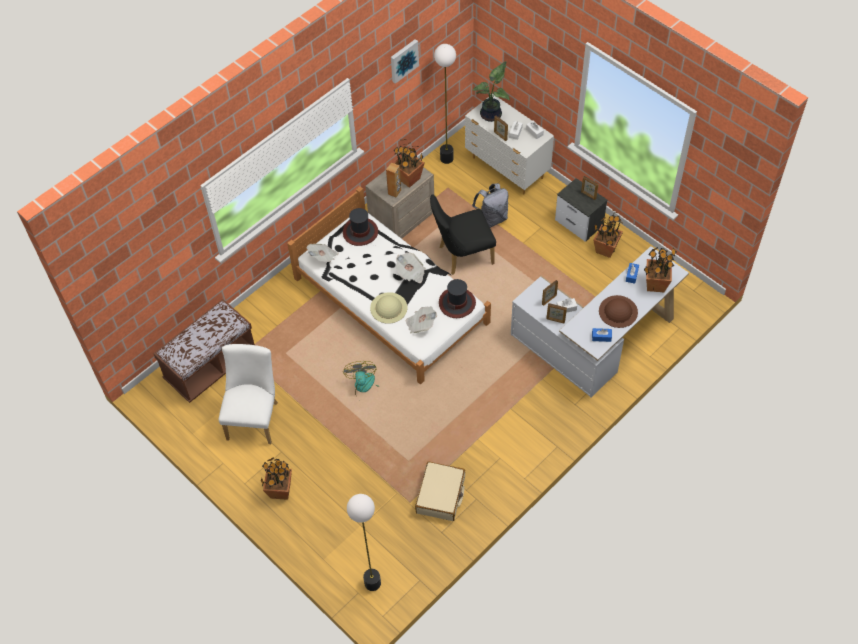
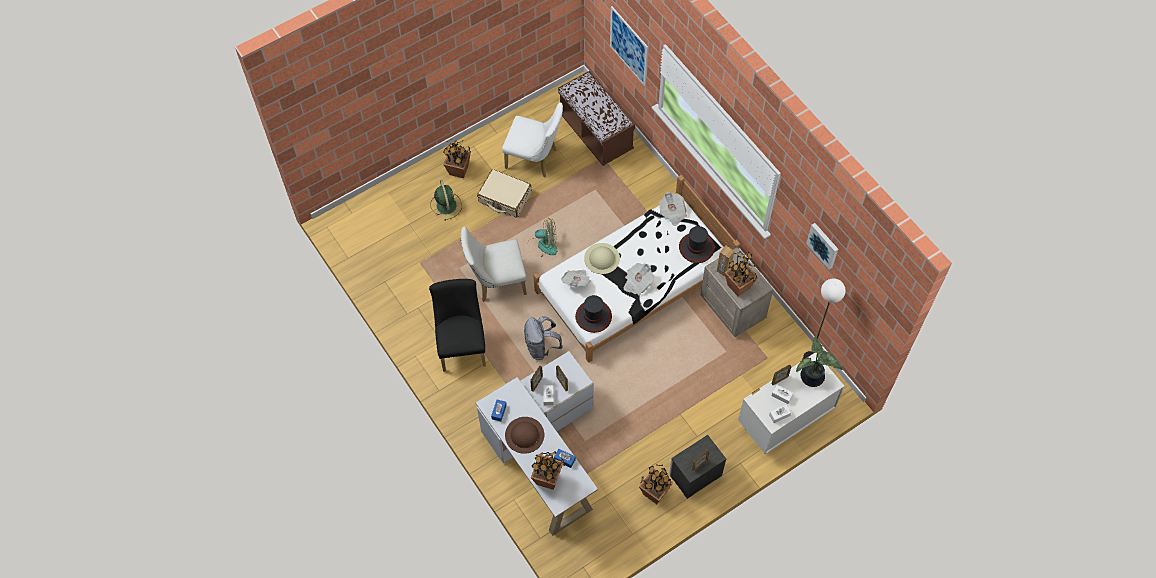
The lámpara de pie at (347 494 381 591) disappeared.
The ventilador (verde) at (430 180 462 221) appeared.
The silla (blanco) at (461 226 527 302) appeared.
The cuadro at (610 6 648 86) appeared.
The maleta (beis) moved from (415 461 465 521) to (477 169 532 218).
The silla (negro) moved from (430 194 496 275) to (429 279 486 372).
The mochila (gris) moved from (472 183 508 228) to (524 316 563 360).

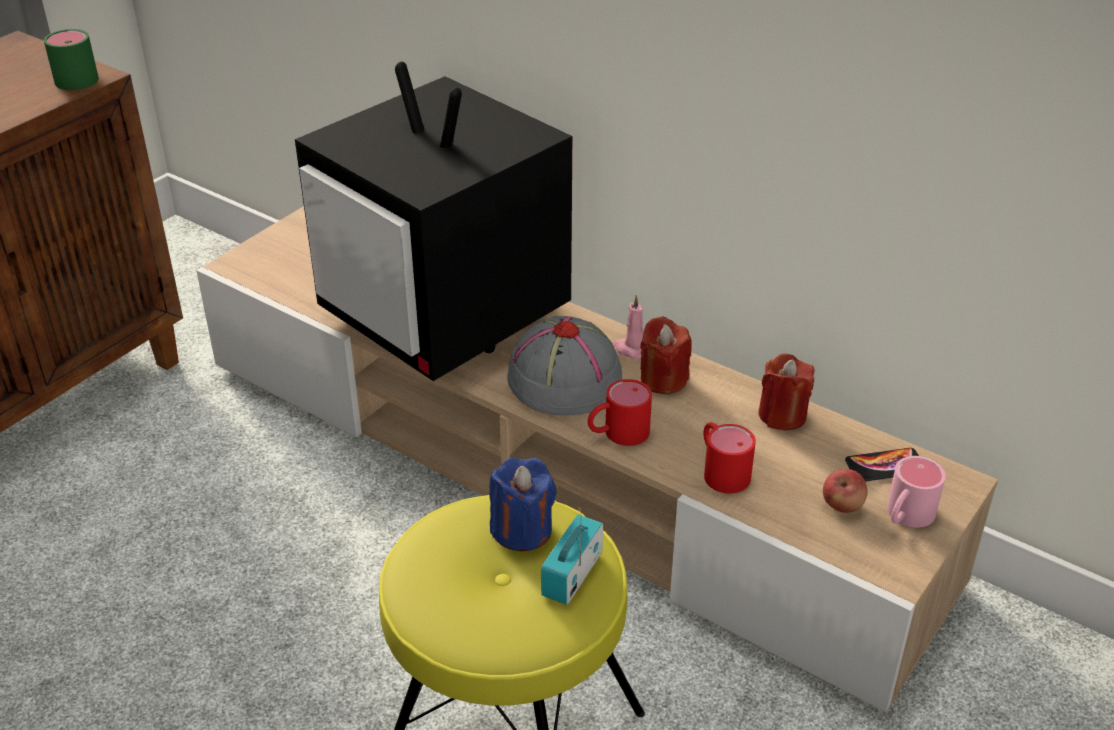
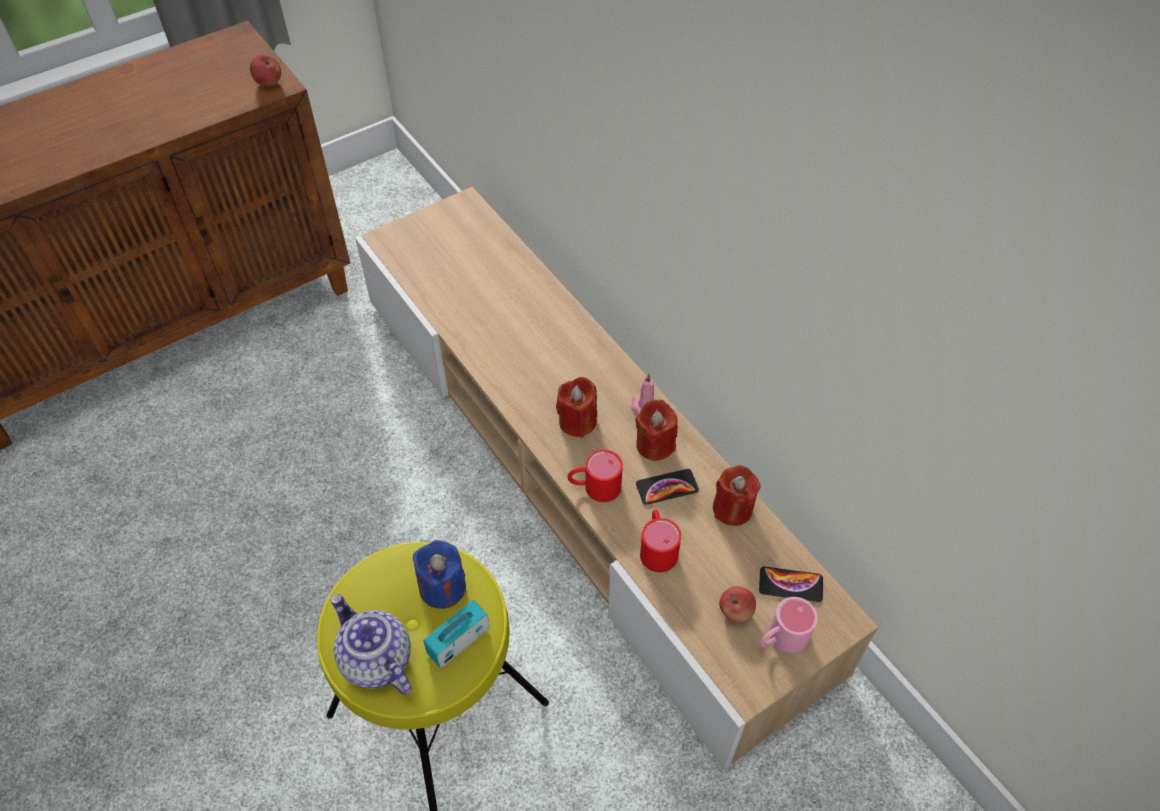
The televisor at (295 62 572 381) disappeared.
The tetera at (330 593 412 695) appeared.
The móvil at (636 469 699 505) appeared.
The taza grande (verde) at (44 29 99 90) was replaced by the manzana at (250 55 281 86).
The sombrero (gris) at (507 316 622 416) was replaced by the vela (rojo) at (556 377 597 438).

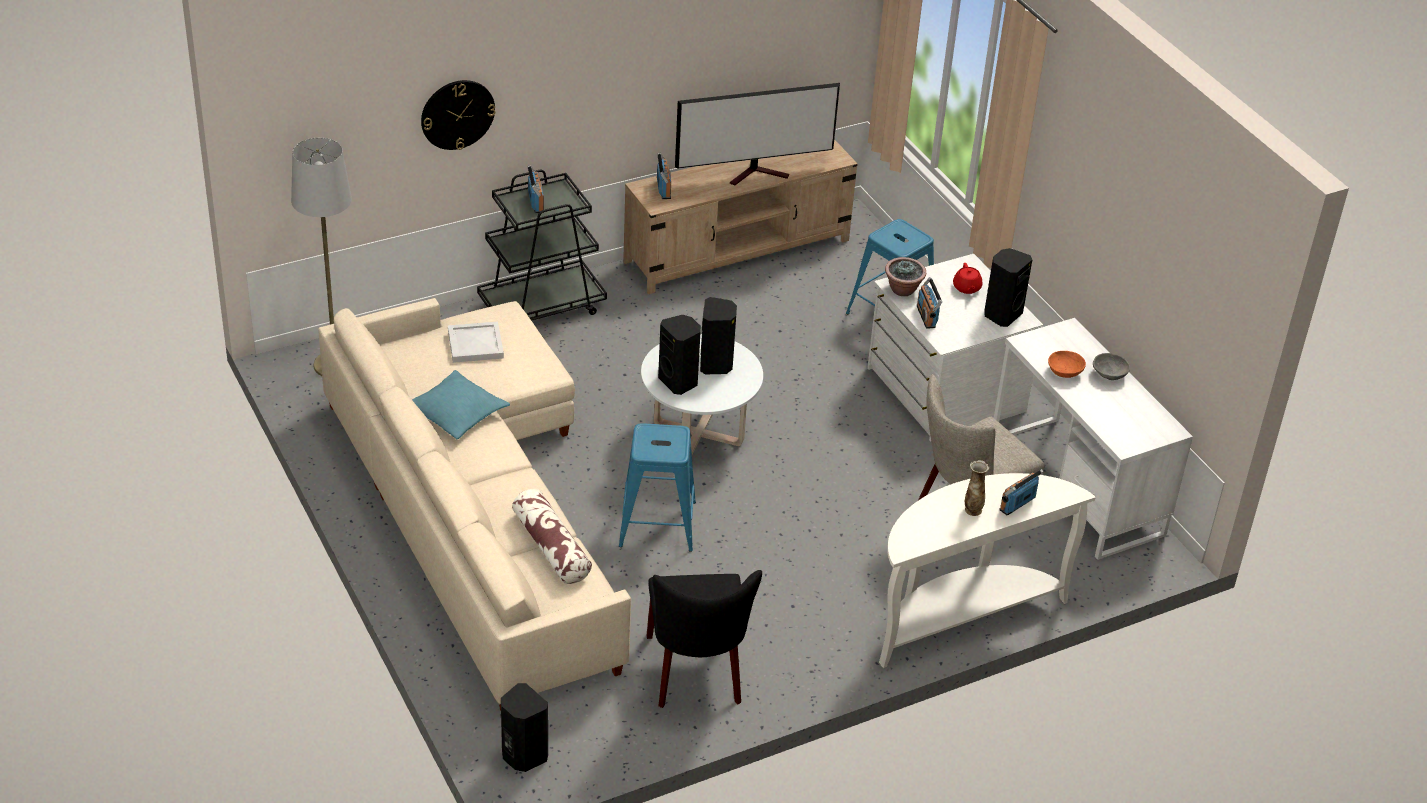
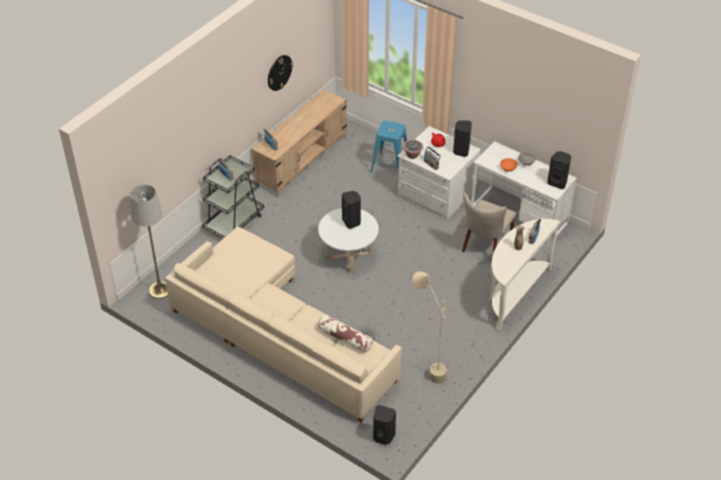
The cojín (turquesa) at (412 370 510 439) disappeared.
The bandeja (blanco) at (448 322 504 363) disappeared.
The taburete (azul) at (619 423 696 552) disappeared.
The televisor at (675 83 840 185) disappeared.
The reloj de pared moved from (421 80 495 150) to (268 55 293 91).
The altavoz (negro) moved from (658 315 701 395) to (547 151 571 189).
The silla (negro) at (647 570 762 708) was replaced by the lámpara de pie (beis) at (413 271 447 384).

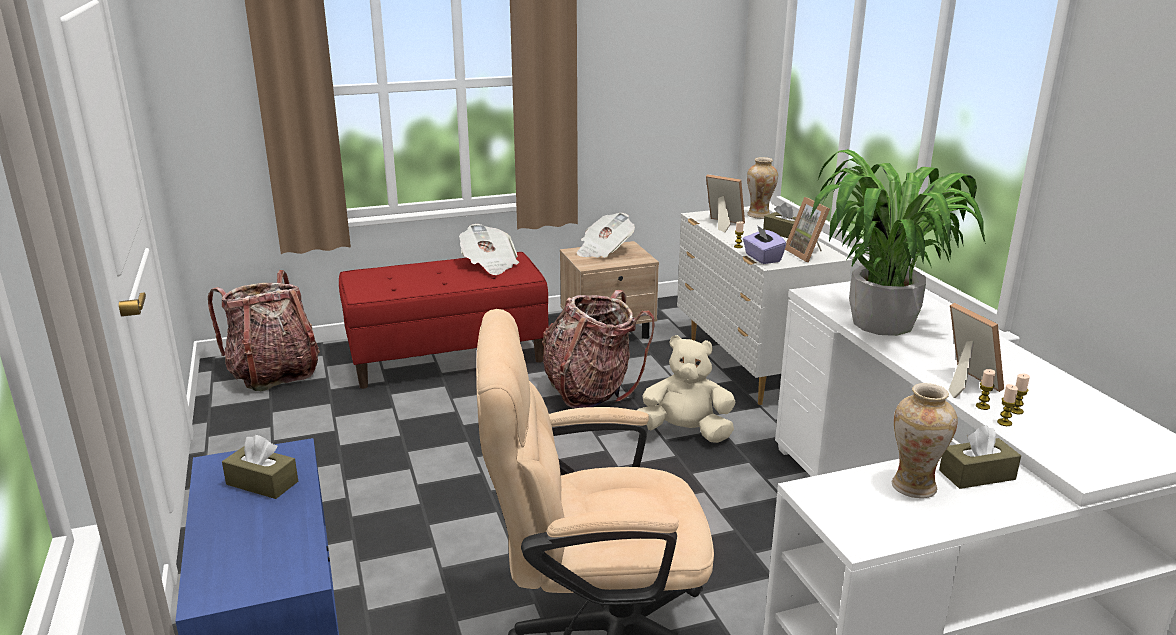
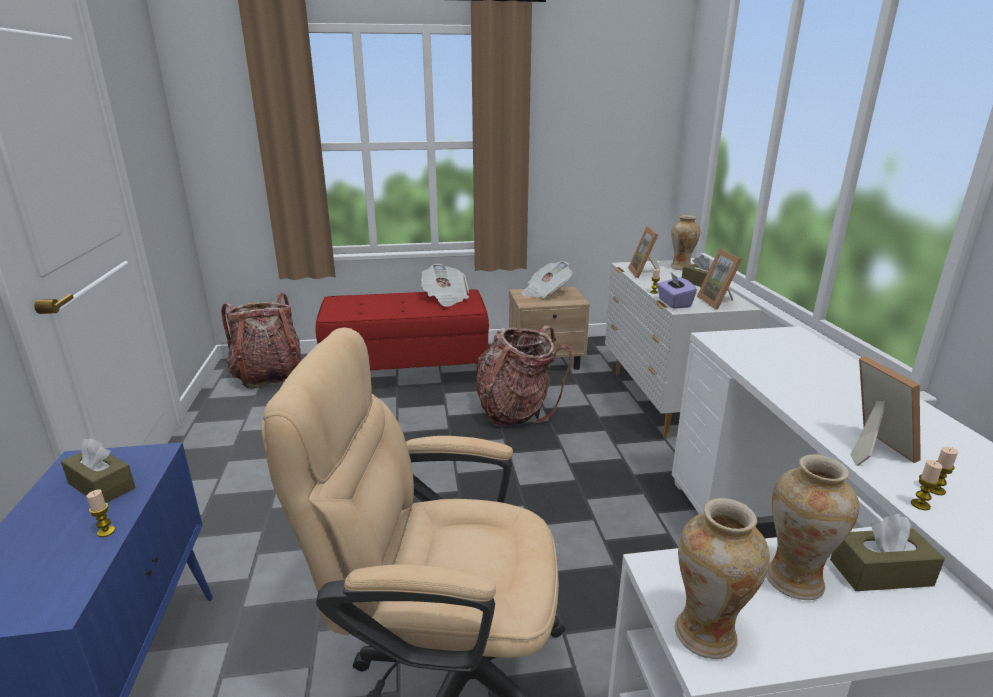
The peluche (beis) at (637 335 735 443) disappeared.
The planta en maceta at (810 149 986 336) disappeared.
The florero at (675 498 770 659) appeared.
The vela moved from (976 369 996 410) to (86 489 116 537).
The portarretratos at (706 174 745 232) turned 135 degrees counterclockwise.

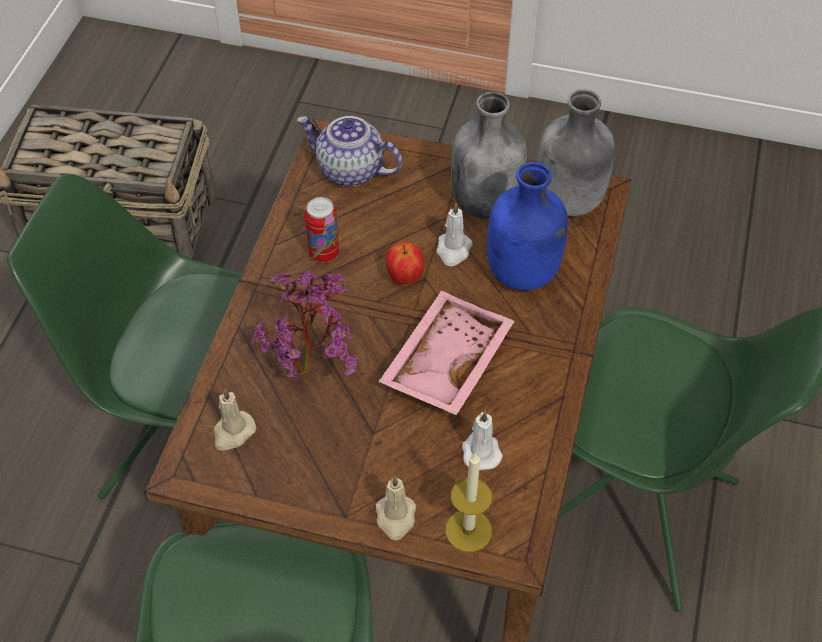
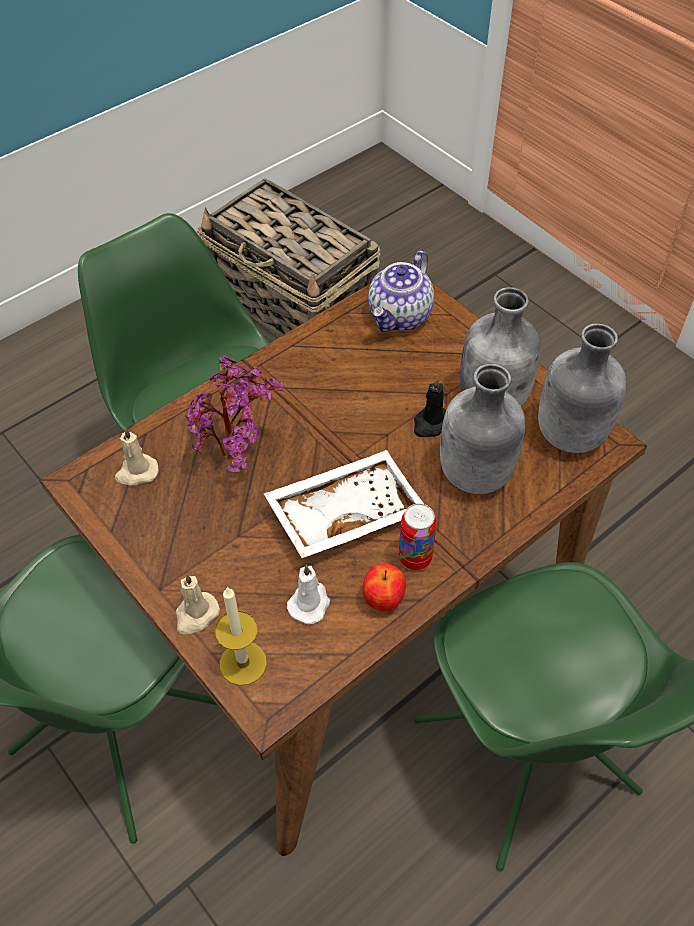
The lata moved from (305 197 339 263) to (398 503 437 571).
The manzana moved from (386 242 424 284) to (362 564 406 611).
The bandeja (rosa) at (378 290 515 415) became the bandeja (blanco) at (264 450 424 558).
The vela (blanco) at (437 203 473 266) became the vela (negro) at (414 377 446 437).
The botella (azul) at (487 162 568 290) became the botella (gris) at (440 364 525 494).
The tetera at (297 116 402 187) turned 120 degrees counterclockwise.

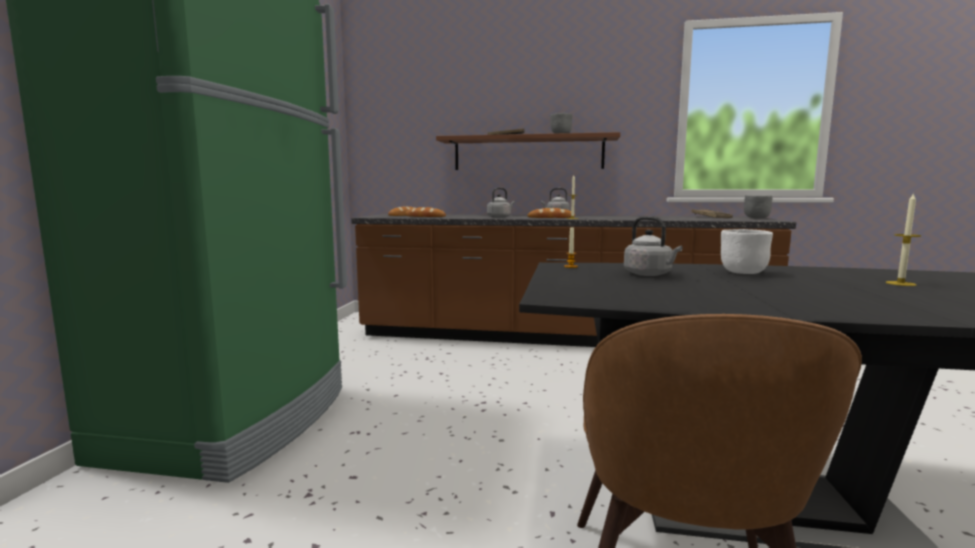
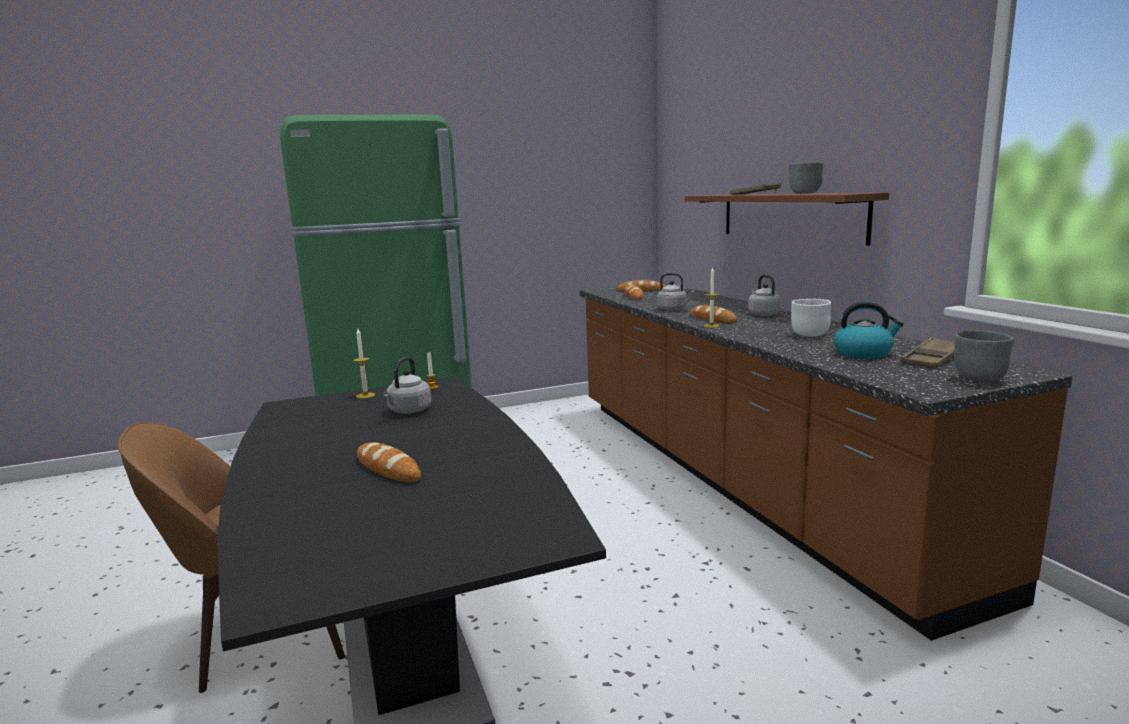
The pan at (357 442 421 482) appeared.
The hervidor at (834 302 904 359) appeared.
The cuenco (blanco) moved from (721 229 773 274) to (791 299 831 337).
The vela moved from (885 192 921 286) to (353 329 375 399).

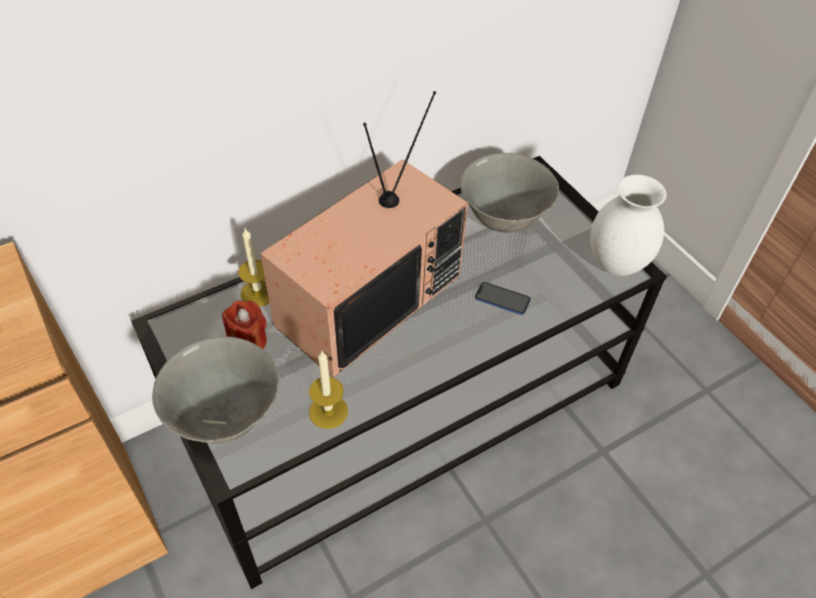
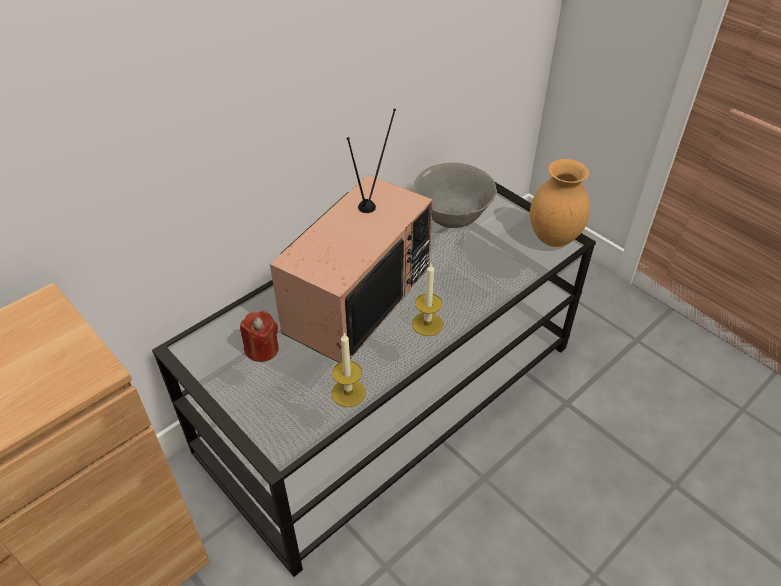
The cuenco (gris) at (152 336 280 444) disappeared.
The móvil at (475 282 531 315) disappeared.
The vela moved from (238 228 269 307) to (412 264 443 336).
The florero (blanco) at (590 175 666 276) became the florero (marrón) at (530 159 590 247).

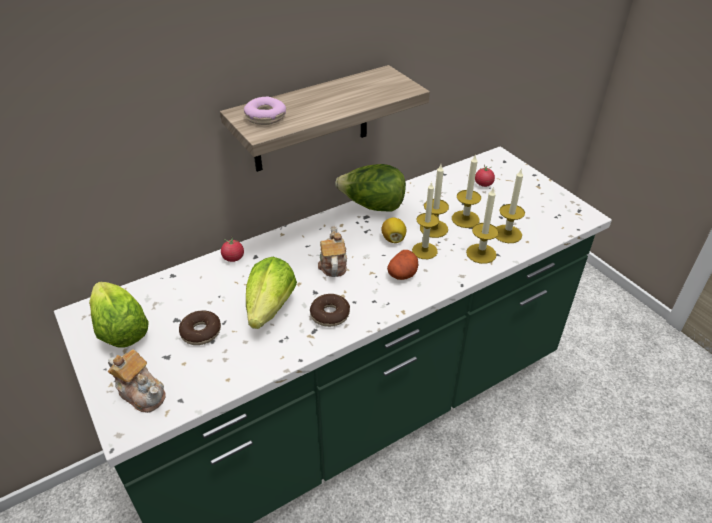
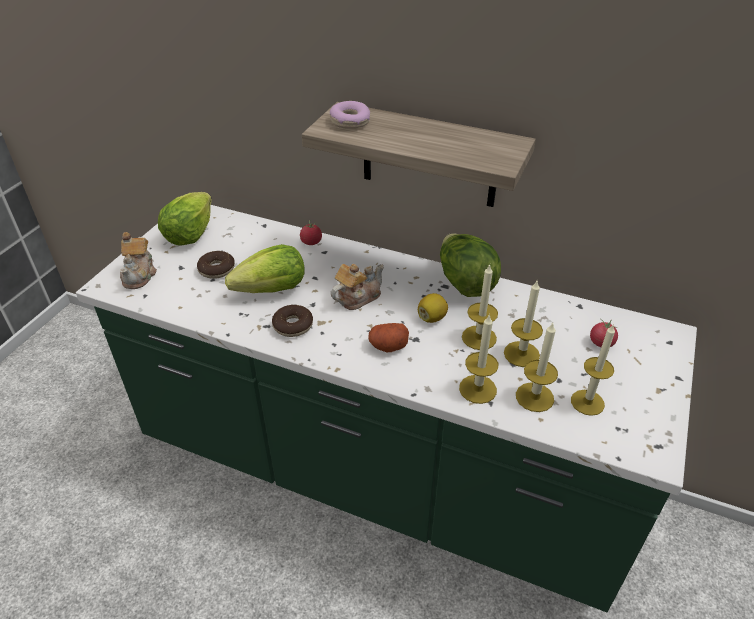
The vela moved from (412 181 439 259) to (571 325 615 416).

